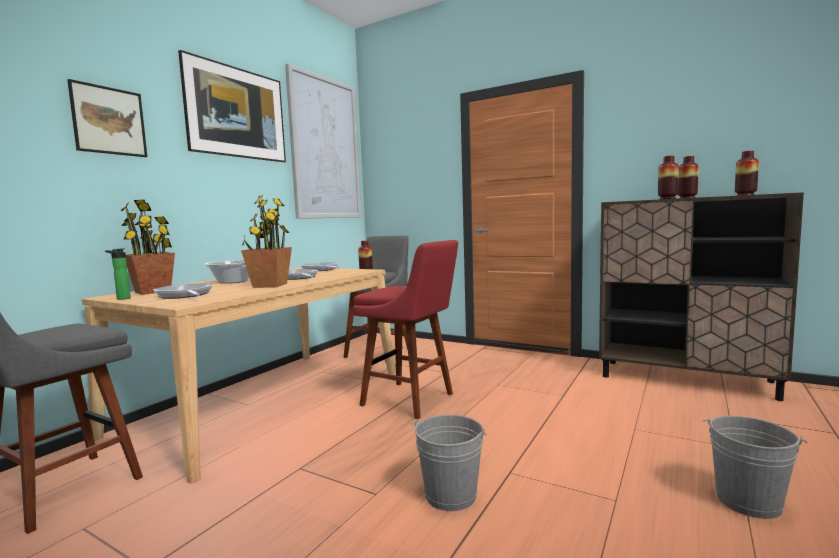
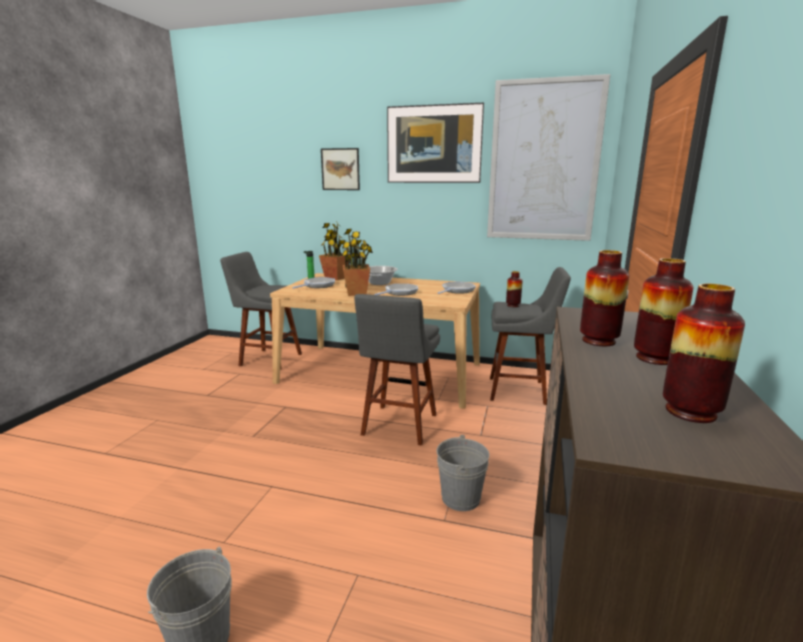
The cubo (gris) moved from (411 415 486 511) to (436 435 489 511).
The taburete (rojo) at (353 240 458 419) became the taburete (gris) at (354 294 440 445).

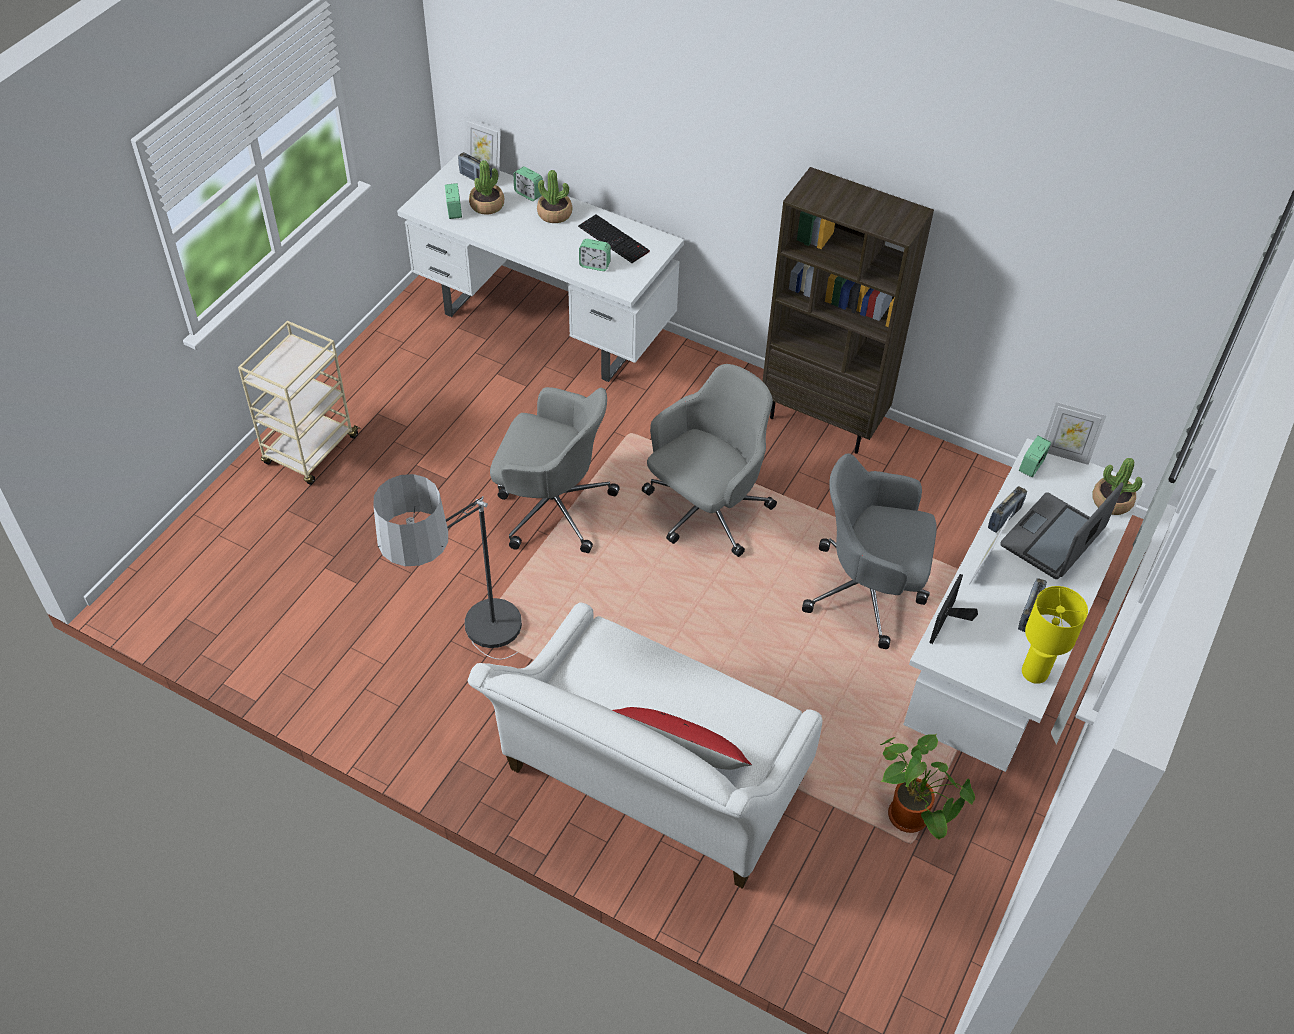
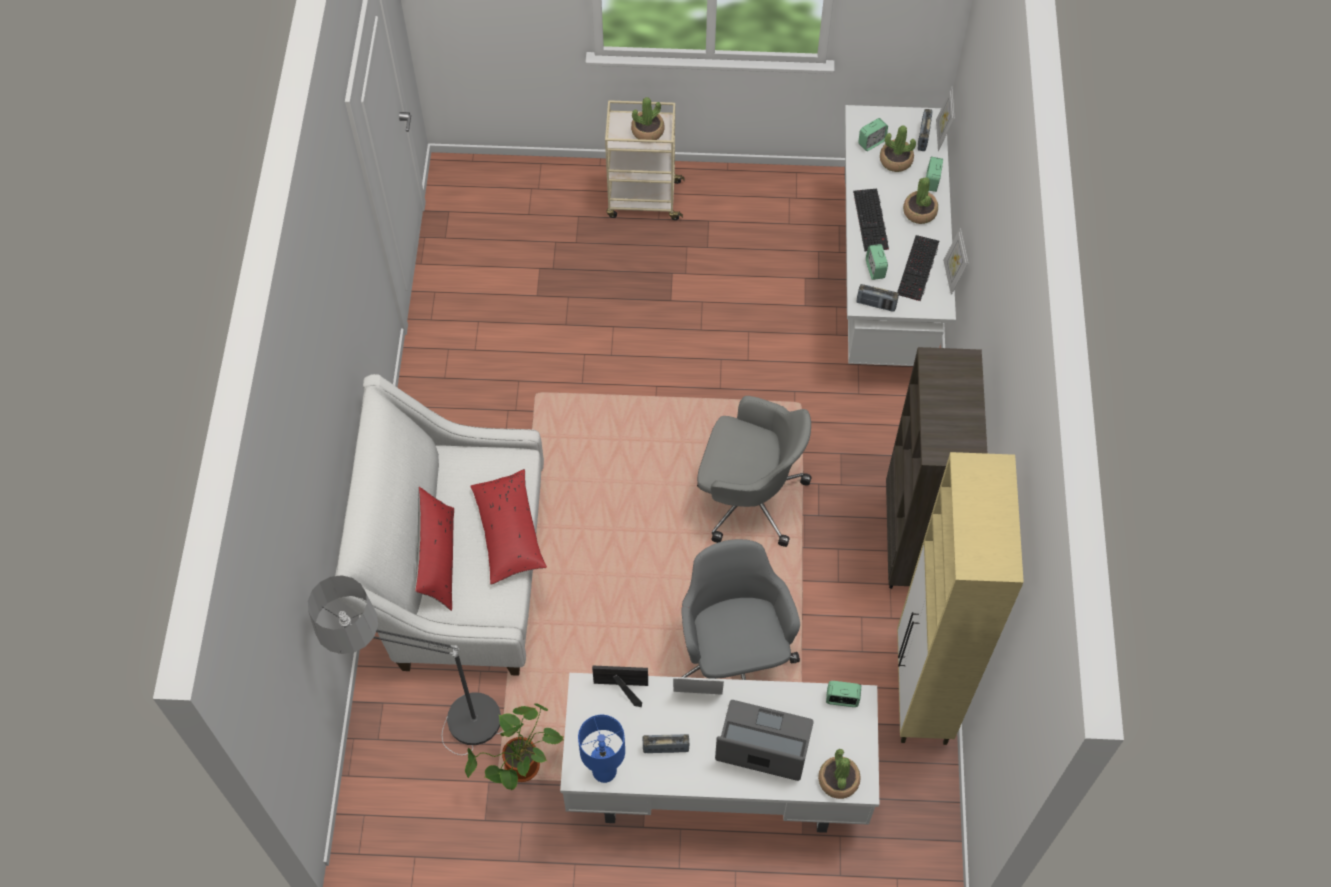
The silla de oficina (gris) at (490 387 620 553) disappeared.
The cojín (rojo) at (470 469 547 585) appeared.
The planta en maceta at (631 97 664 140) appeared.
The teclado at (853 189 889 252) appeared.
The armario (beis) at (897 452 1024 745) appeared.
The lámpara de pie moved from (373 474 522 660) to (308 575 502 755).
The radio moved from (988 486 1027 532) to (856 284 899 312).
The portarretratos moved from (1044 402 1106 465) to (943 228 968 295).
The lámpara de mesa (amarillo) at (1022 586 1088 684) became the lámpara de mesa (azul) at (578 715 625 783).

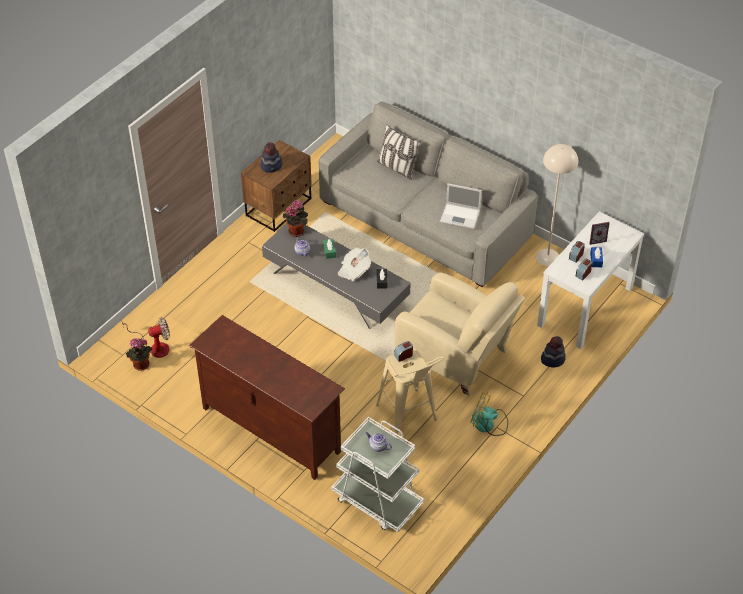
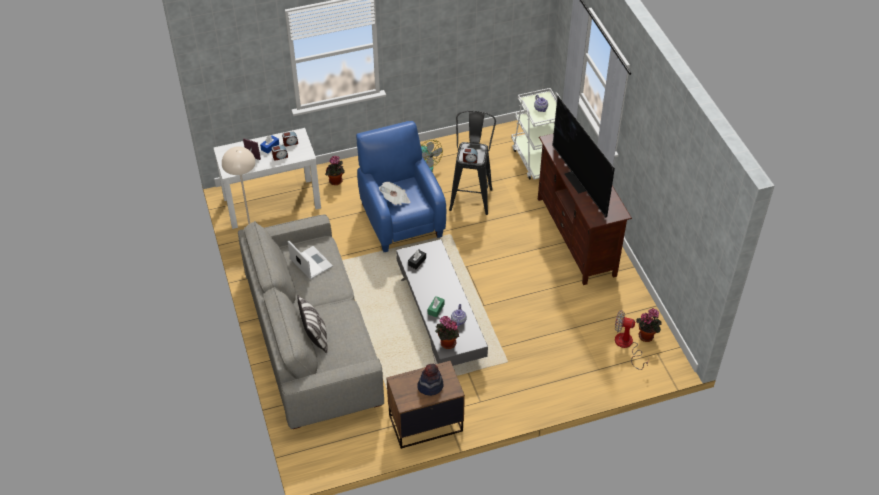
The televisor at (552 96 615 217) appeared.
The periódico moved from (338 247 371 281) to (379 182 411 205).
The sombrero at (541 336 566 368) was replaced by the planta en maceta at (325 156 345 185).
The taburete (beis) at (376 348 444 437) became the taburete (negro) at (449 111 496 215).
The sillón (beis) at (395 272 525 396) became the sillón (azul) at (356 121 446 252).

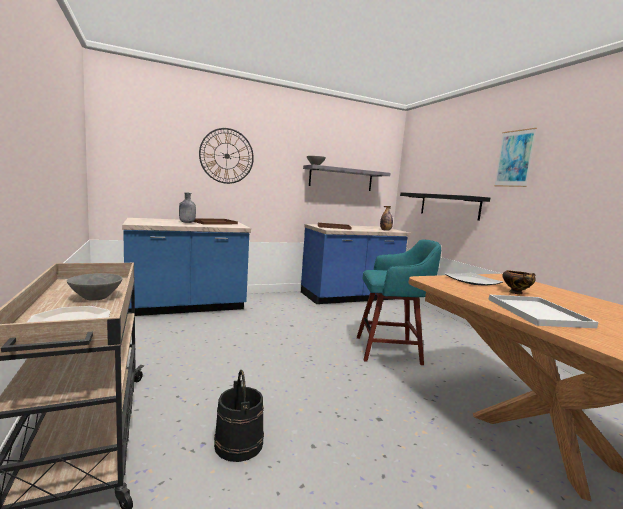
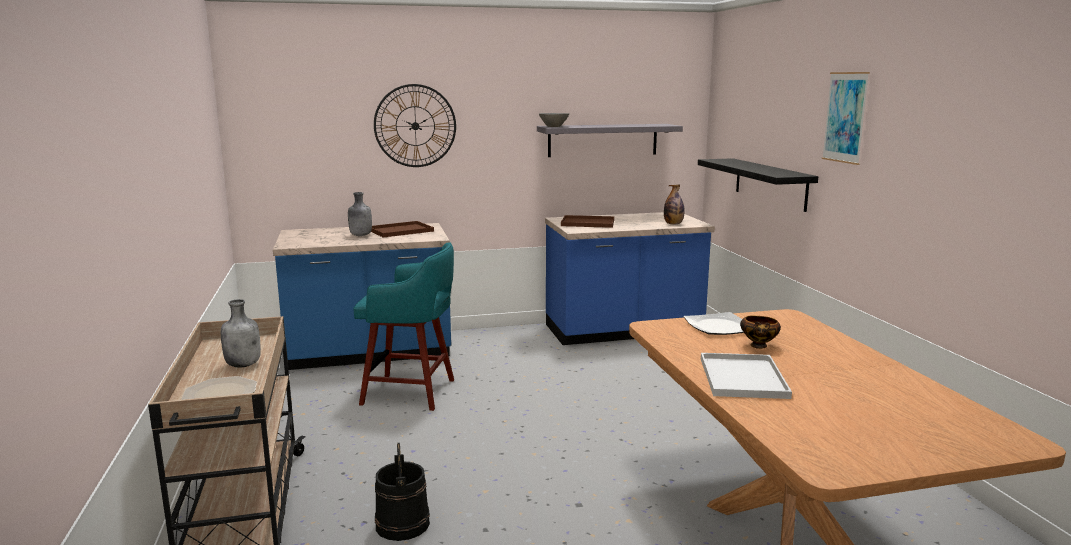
The taburete (turquesa) moved from (357 240 441 365) to (354 242 454 411).
The cuenco (gris) at (67 273 123 301) was replaced by the botella (gris) at (221 299 261 368).

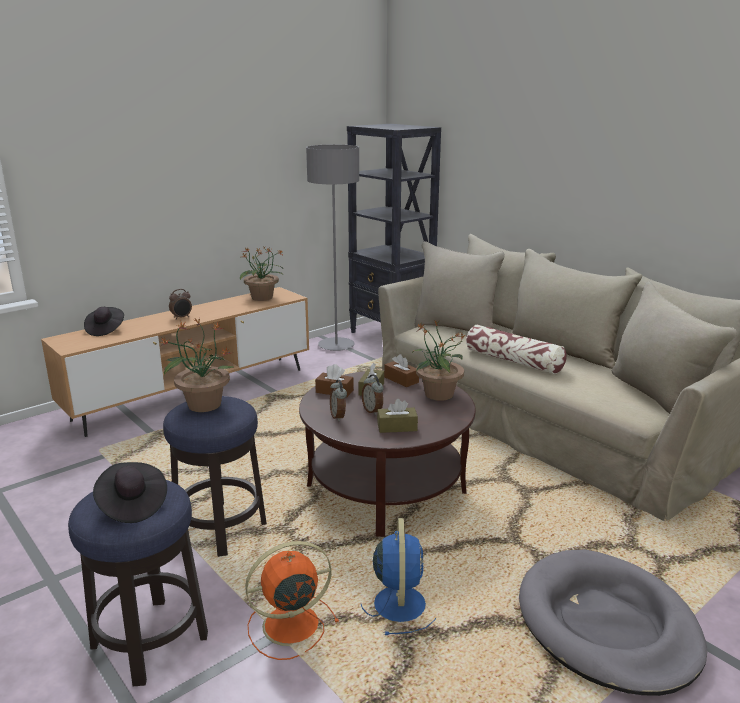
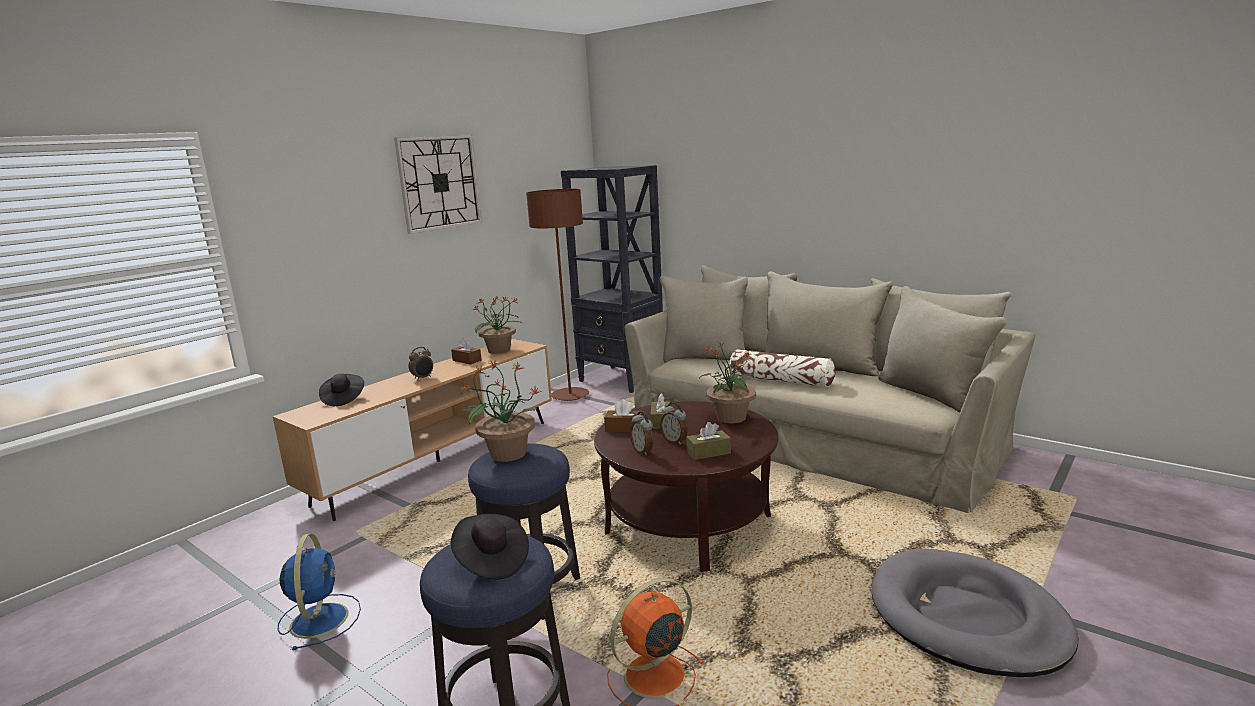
The reloj de pared at (394 135 482 234) appeared.
The ventilador (azul) moved from (360 518 436 635) to (278 534 361 651).
The caja de pañuelos (marrón) moved from (384 354 419 387) to (451 338 482 365).
The lámpara de pie (gris) at (306 144 359 351) became the lámpara de pie (marrón) at (526 189 589 401).

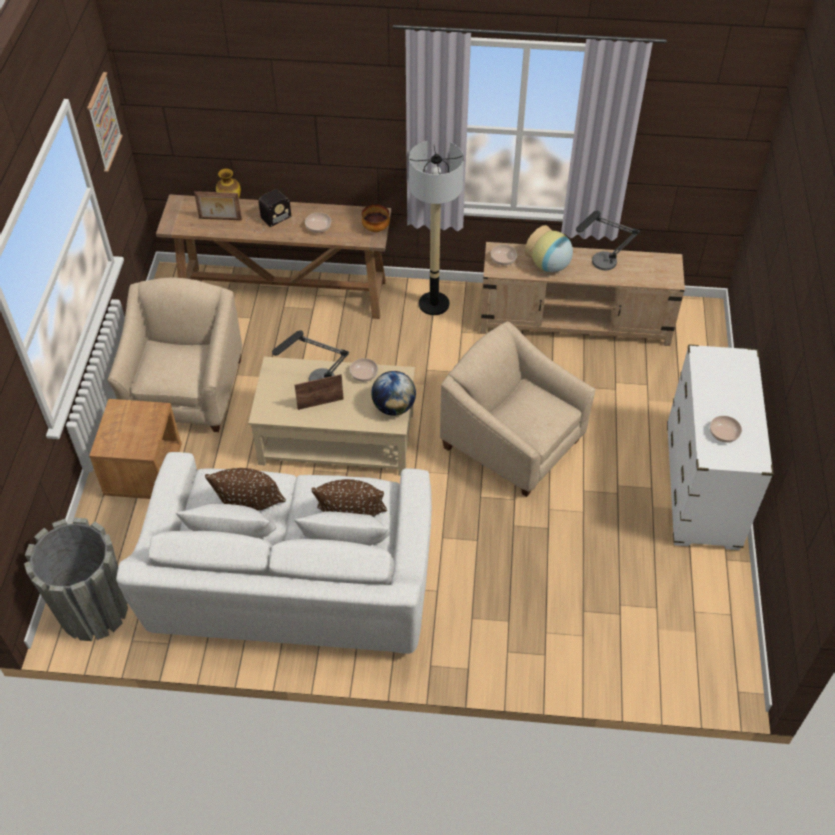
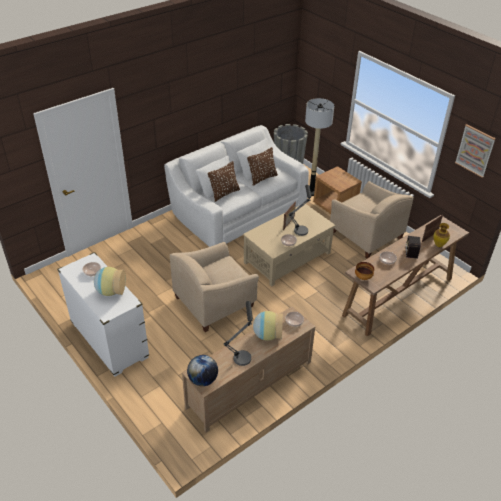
The florero at (94 267 126 296) appeared.
The globo terráqueo moved from (371 371 416 416) to (187 355 218 386).
The lámpara de pie moved from (409 141 464 315) to (305 98 334 196).
The sillón (beis) at (440 321 595 497) turned 150 degrees clockwise.

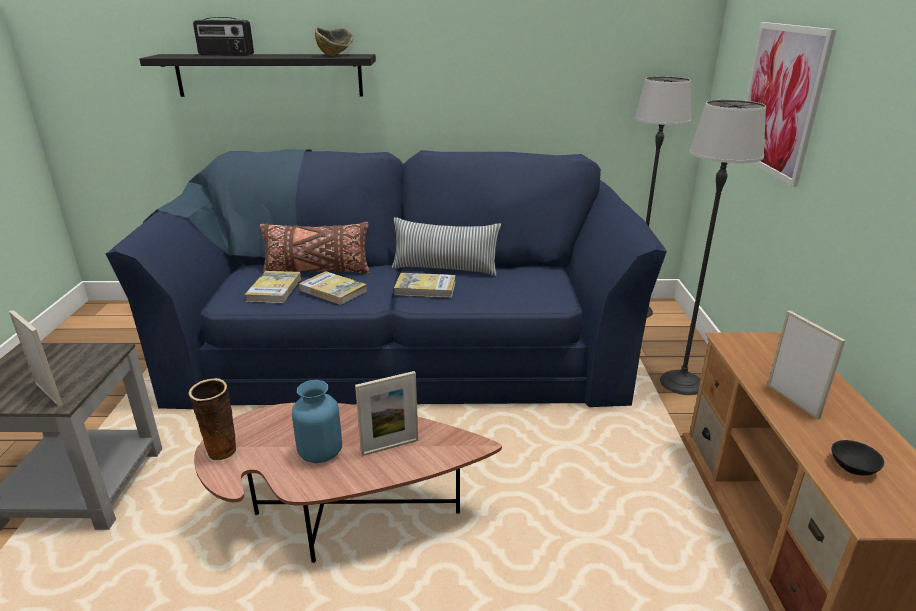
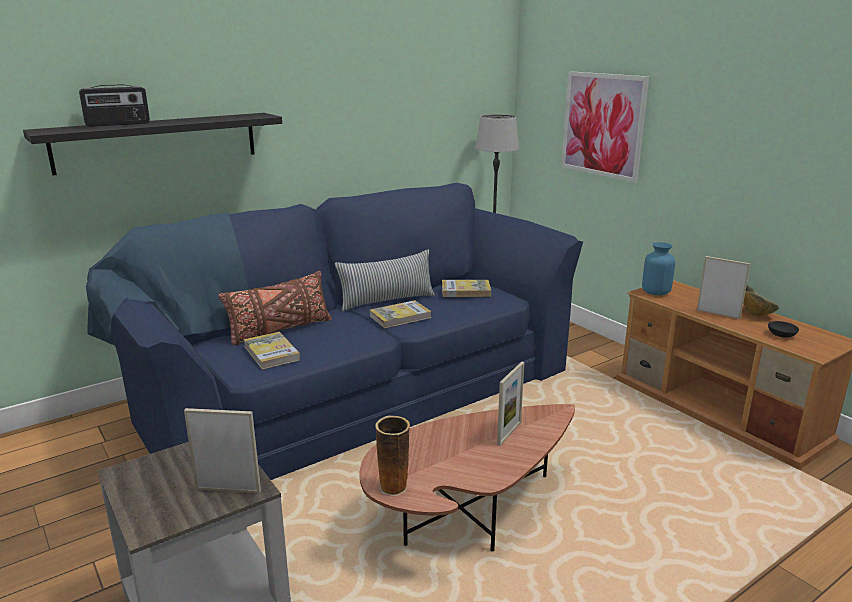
The lámpara de pie at (660 100 766 395) disappeared.
The florero (azul) moved from (292 380 342 463) to (642 242 675 295).
The libro moved from (299 271 367 305) to (442 280 491 297).
The cuenco moved from (315 27 353 56) to (743 285 779 317).

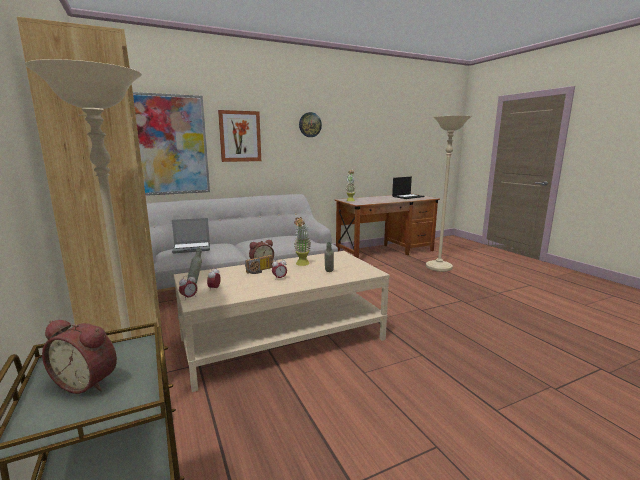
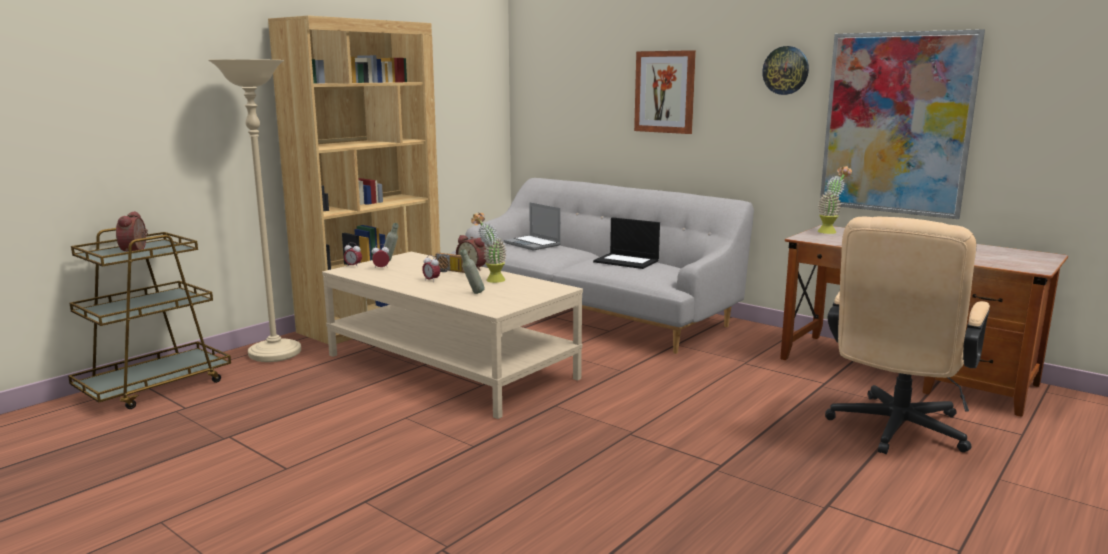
The cuadro moved from (133 92 210 196) to (820 29 985 219).
The portátil moved from (392 177 424 199) to (593 217 660 269).
The lámpara de pie (beis) at (426 116 472 272) was replaced by the silla de oficina (beis) at (825 217 990 454).

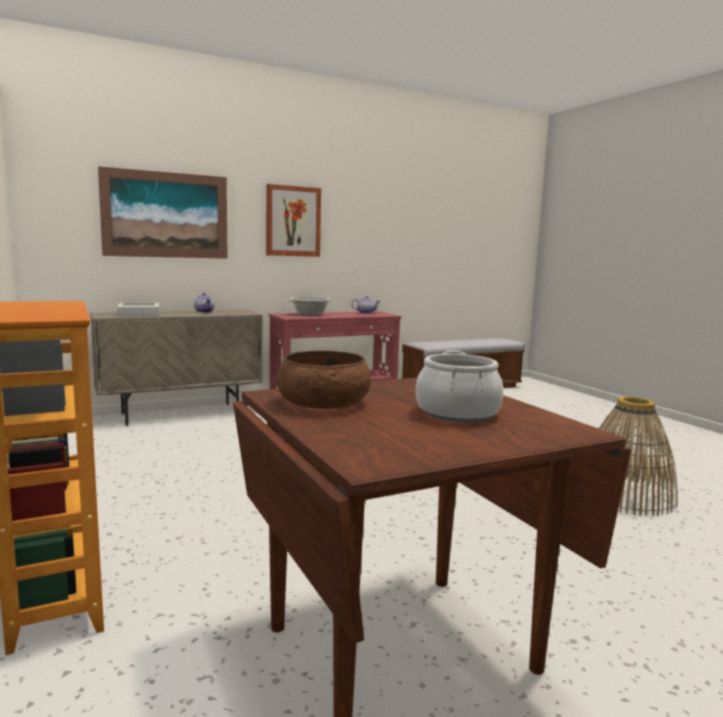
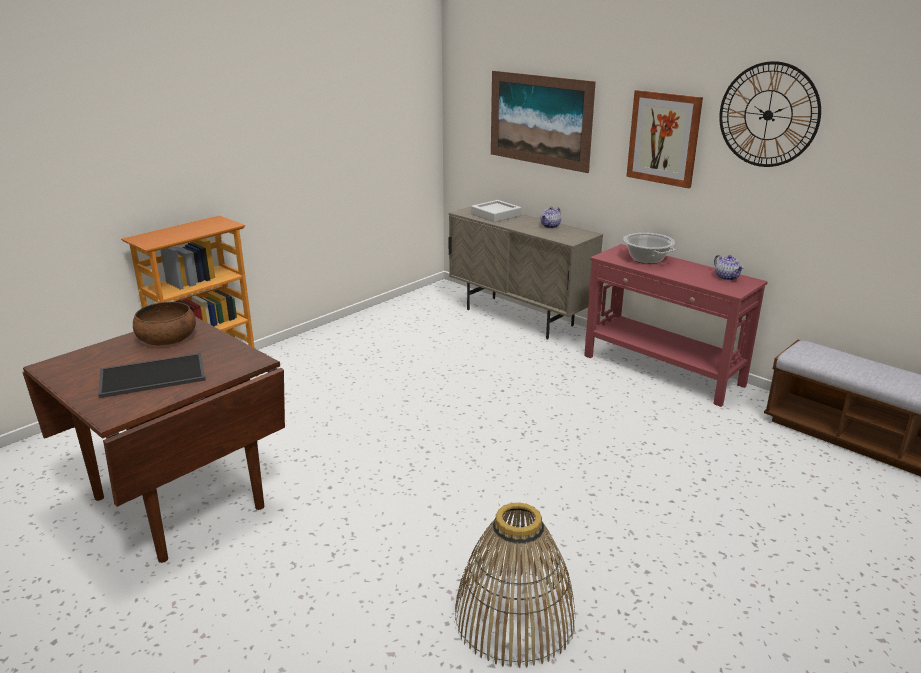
The reloj de pared at (719 61 821 167) appeared.
The olla at (416 350 504 422) was replaced by the bandeja at (98 353 206 398).

